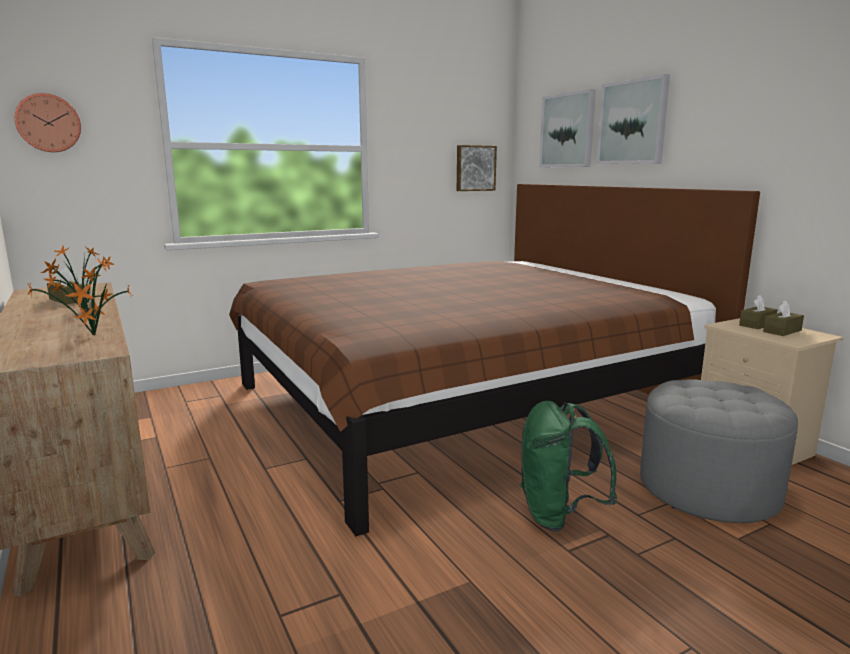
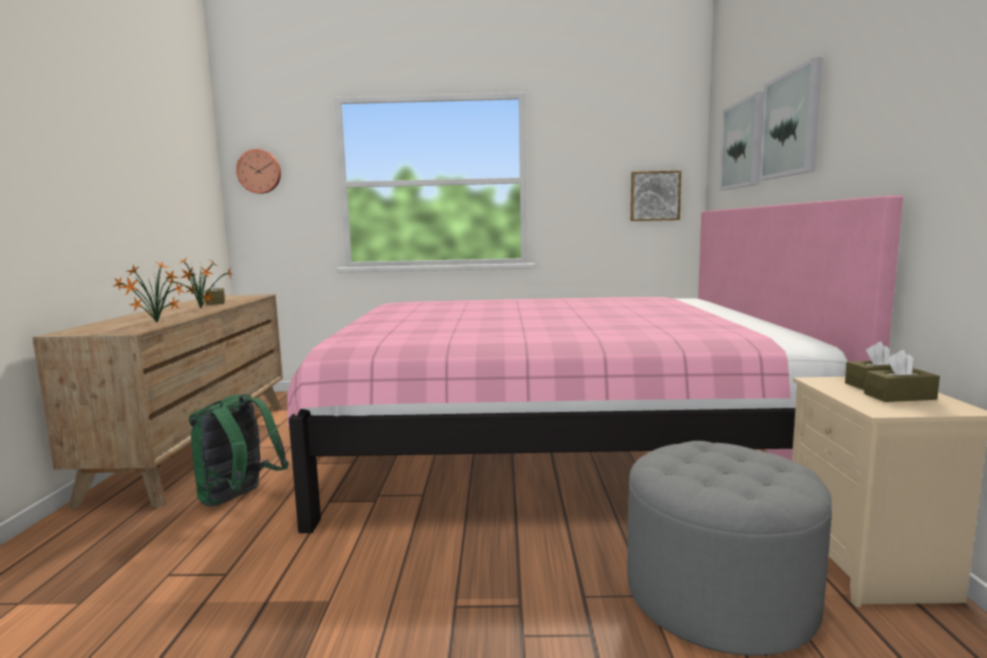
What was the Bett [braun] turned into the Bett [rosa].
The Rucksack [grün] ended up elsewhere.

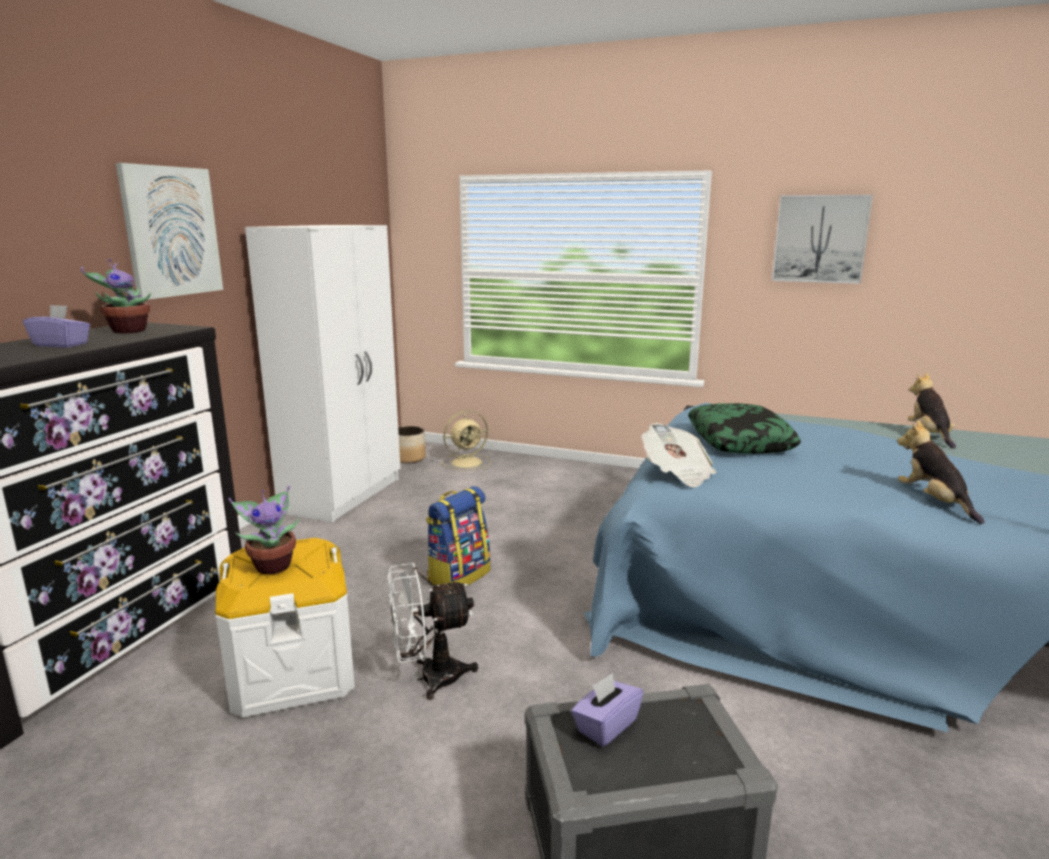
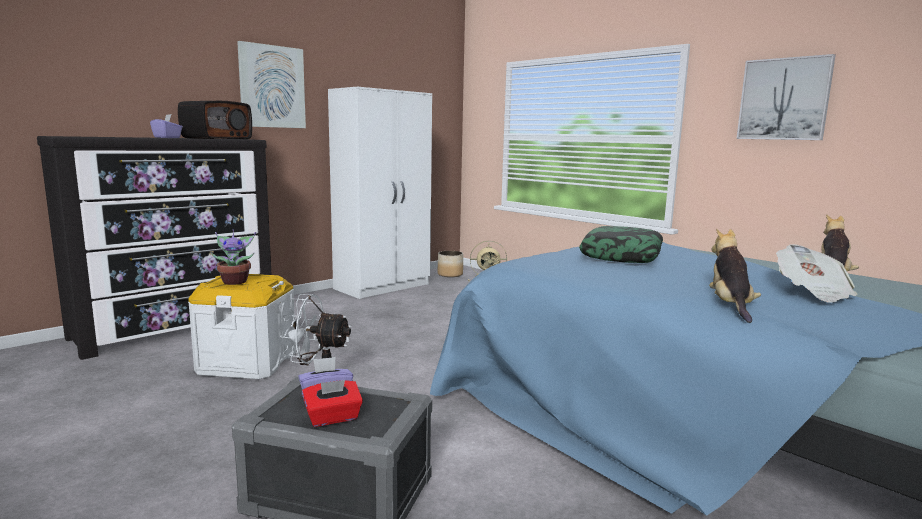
Where the Topfpflanze (no. 1 from left) stood, the Radio came to stand.
The Zeitung ended up elsewhere.
The second view lost the Rucksack.
The second view gained the Taschentuchbox [rot].

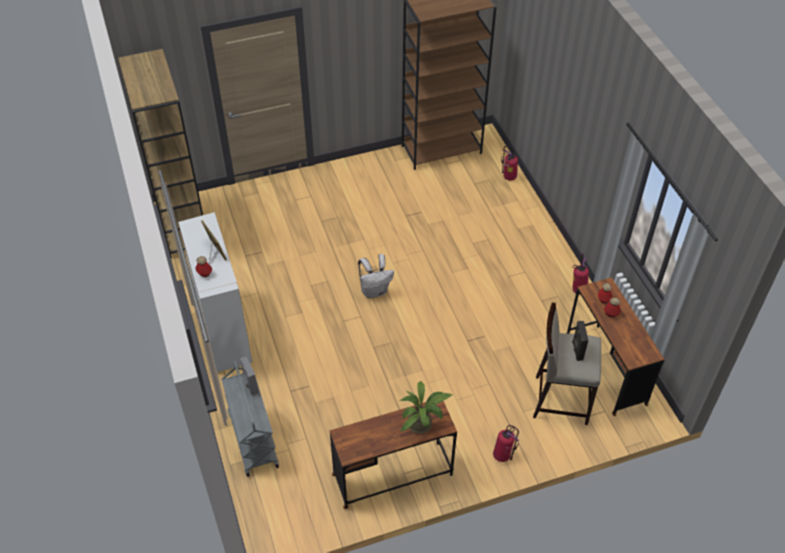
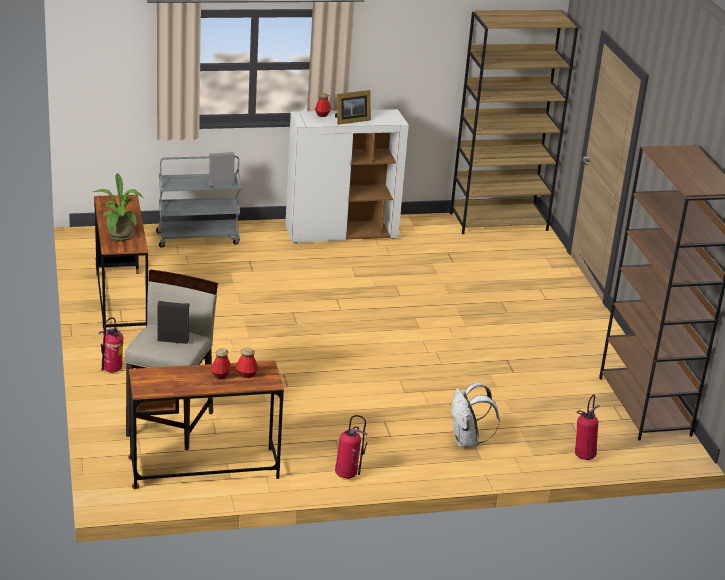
The Rucksack [weiß] ended up elsewhere.

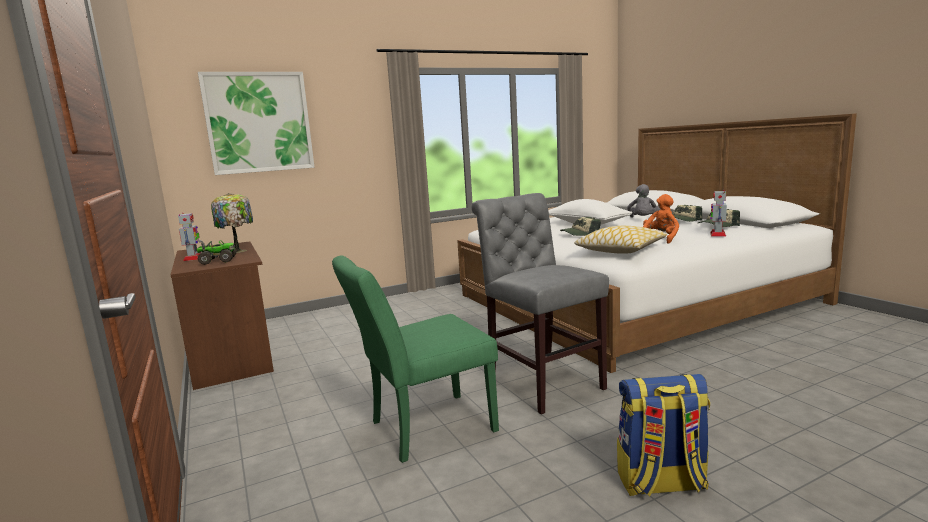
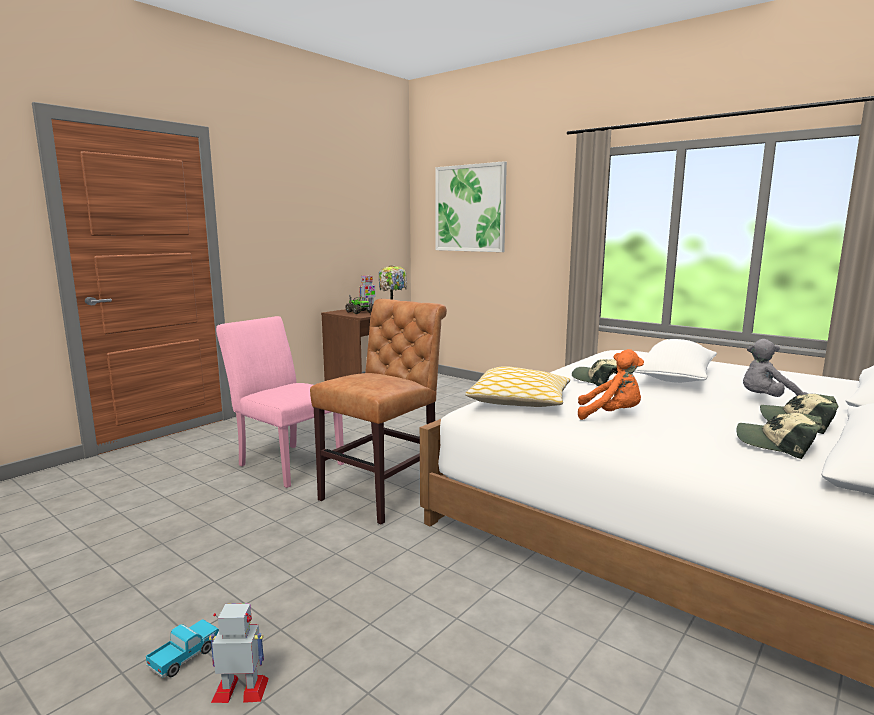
The Spielzeugroboter (no. 2 from left in the first image) ended up elsewhere.
What was the Stuhl [grau] turned into the Stuhl [braun].
What was the Stuhl [grün] turned into the Stuhl [rosa].
The second view lost the Rucksack.
The second view gained the Spielzeuglaster (no. 1 from left).

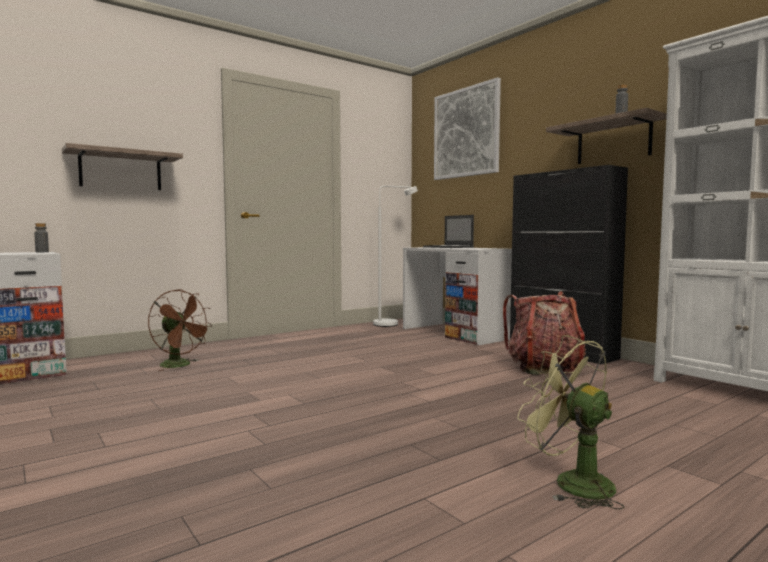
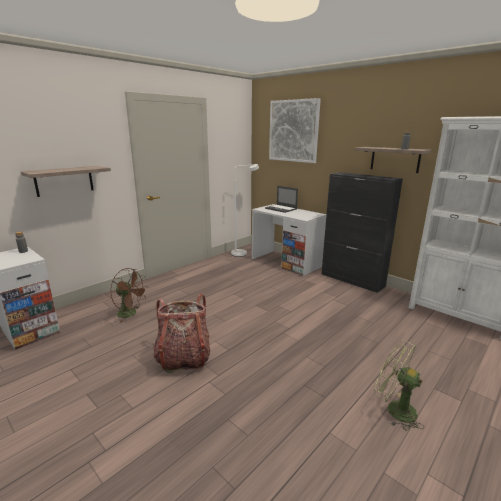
The Rucksack ended up elsewhere.

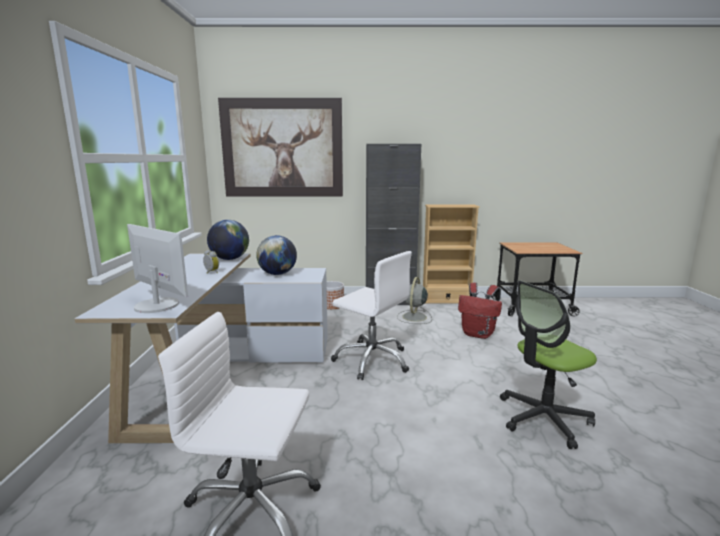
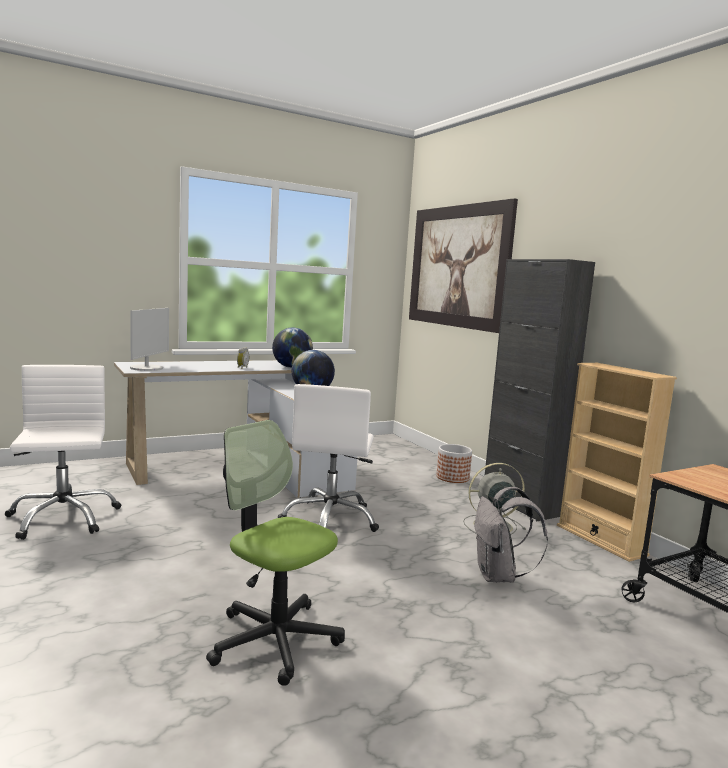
What was the Rucksack [rot] turned into the Rucksack [grau].

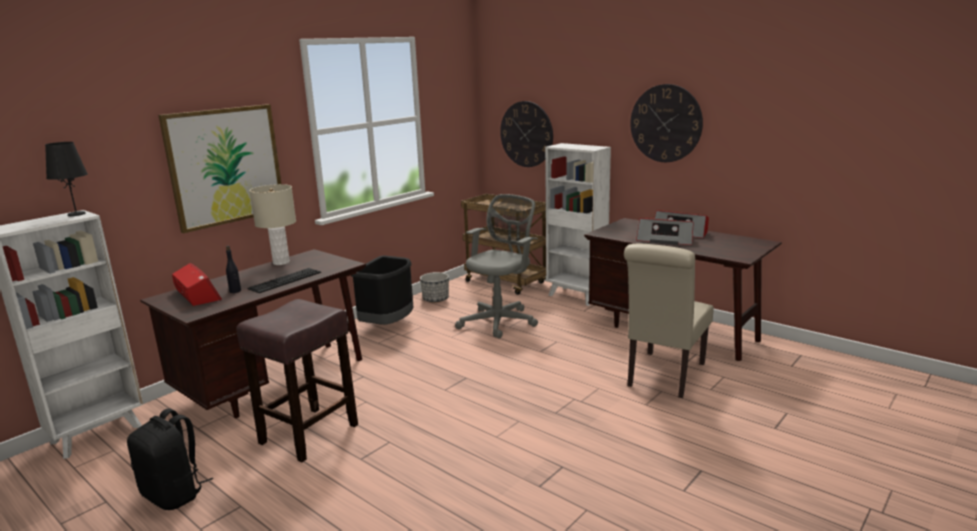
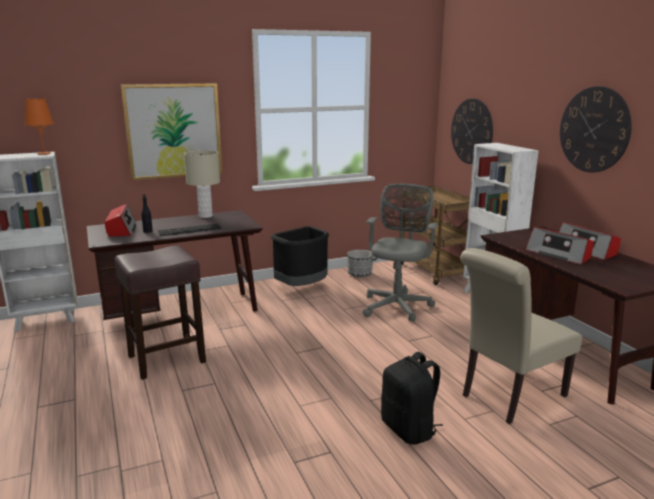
What was the Tischlampe [schwarz] turned into the Tischlampe [orange].
The Bürostuhl [grau] ended up facing another way, 45 degrees counterclockwise from before.
The Rucksack [schwarz] ended up elsewhere.

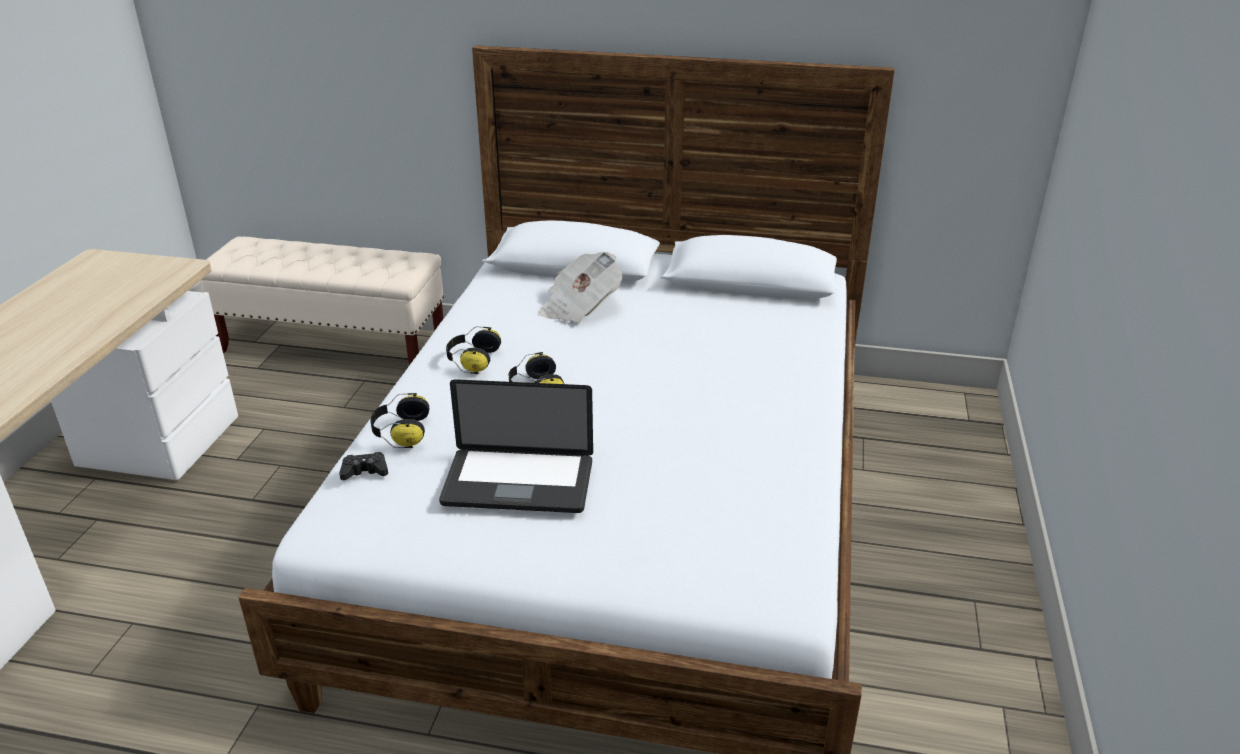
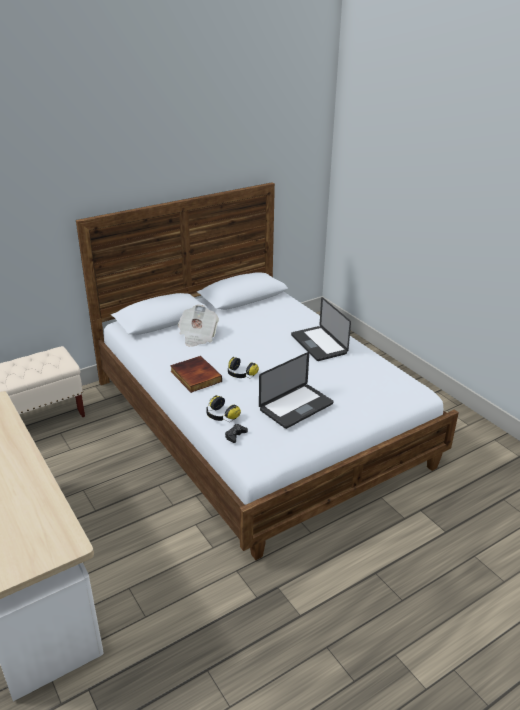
Where the Kopfhörer (no. 2 from left) stood, the Buch came to stand.
The second view gained the Laptop (no. 2 from left).

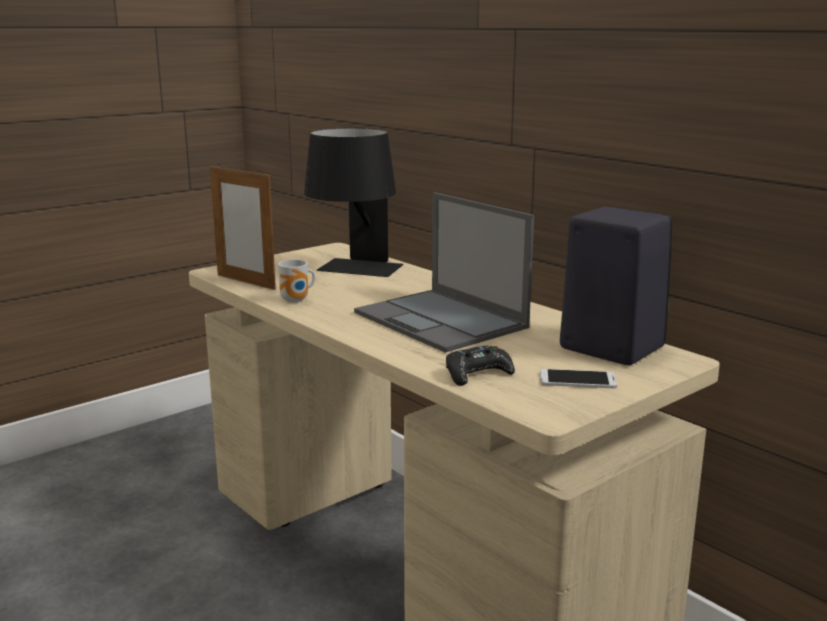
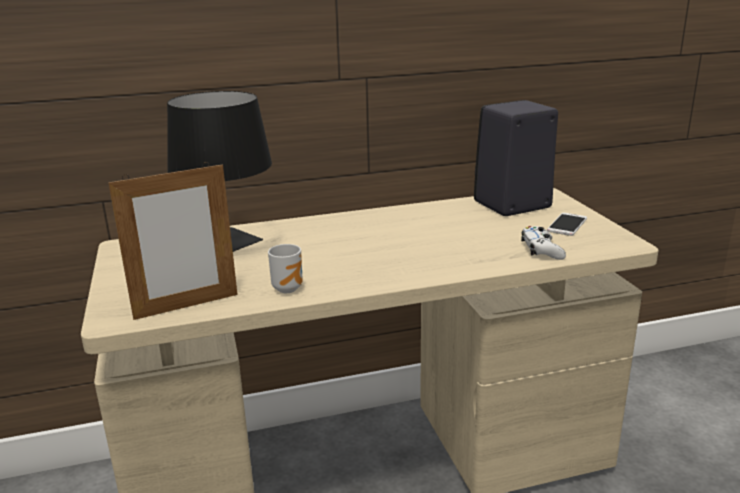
The second view lost the Laptop.
What was the Gamepad [schwarz] turned into the Gamepad [weiß].

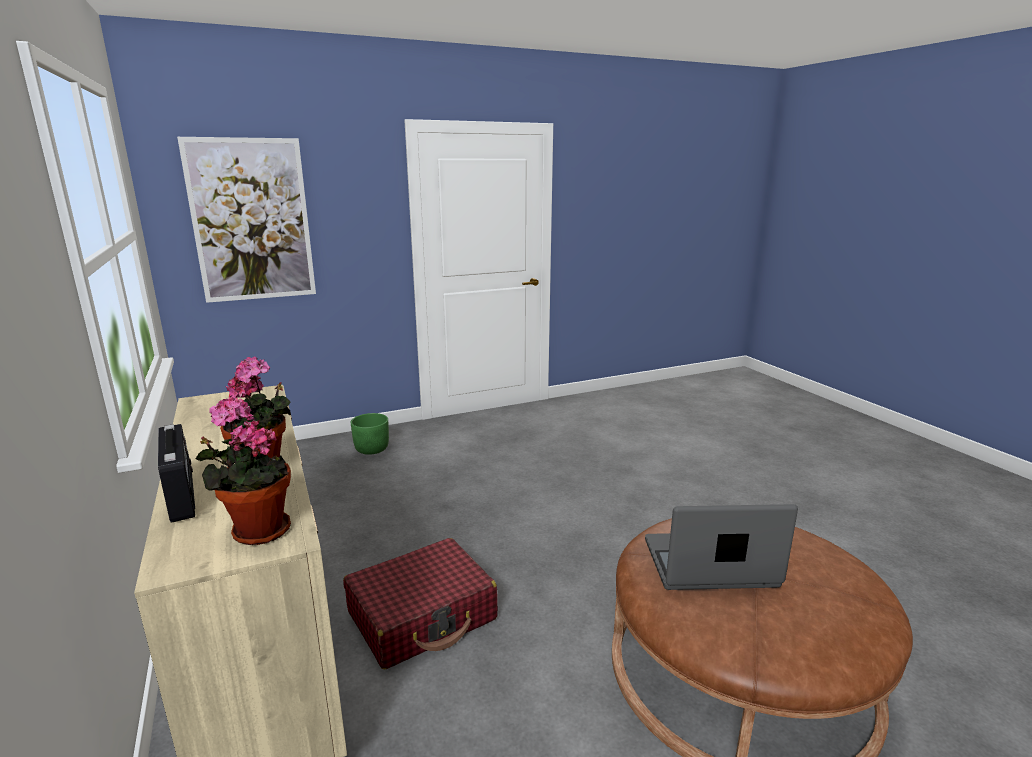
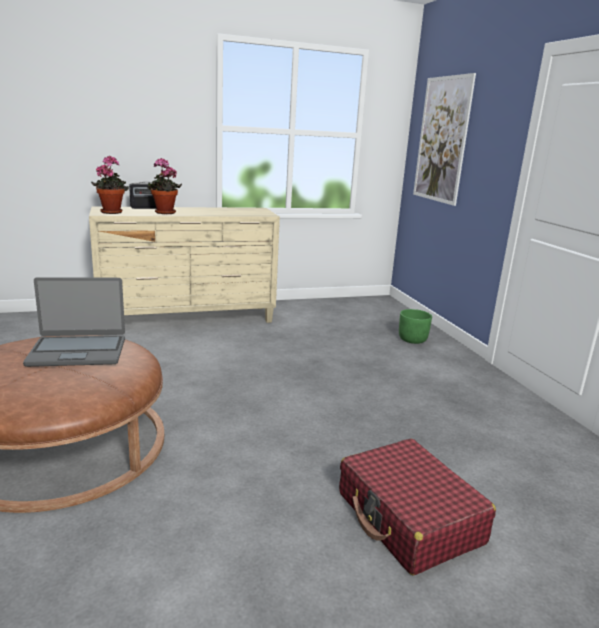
The Laptop ended up facing another way, 75 degrees clockwise from before.
The Koffer [rot] ended up elsewhere.

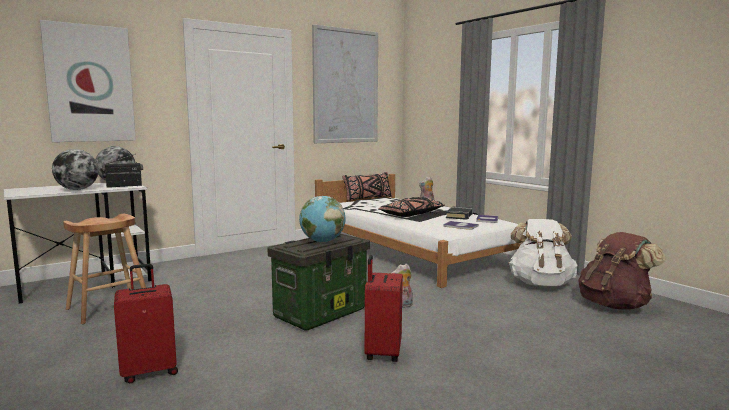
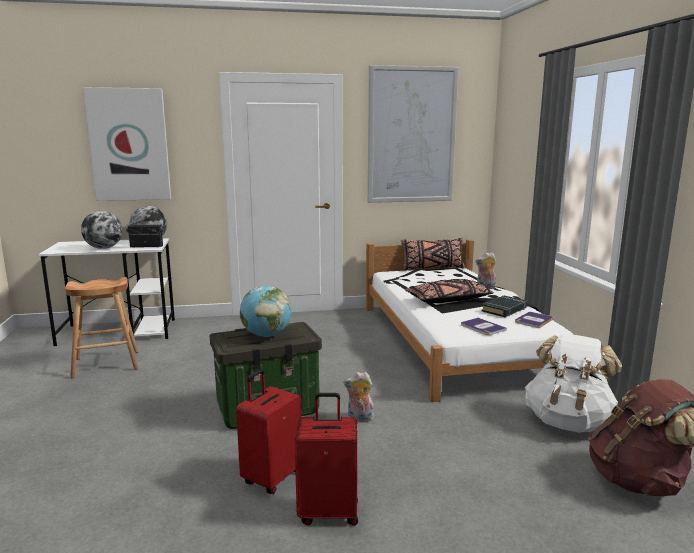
The Koffer [rot] (no. 1 from left in the first image) ended up elsewhere.

